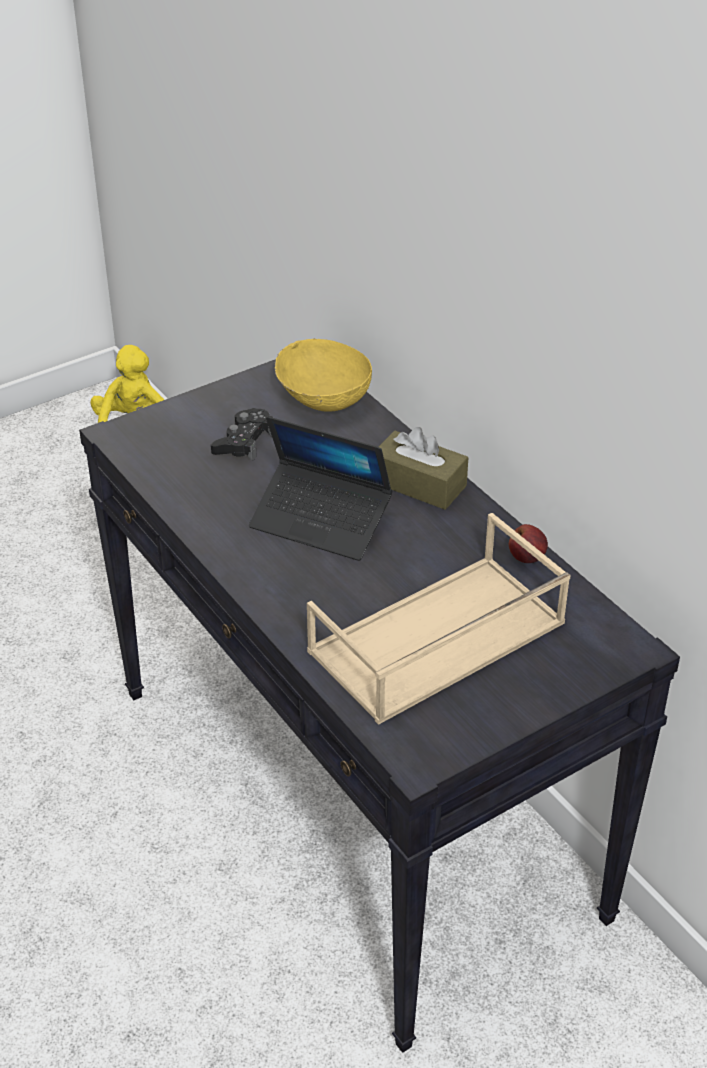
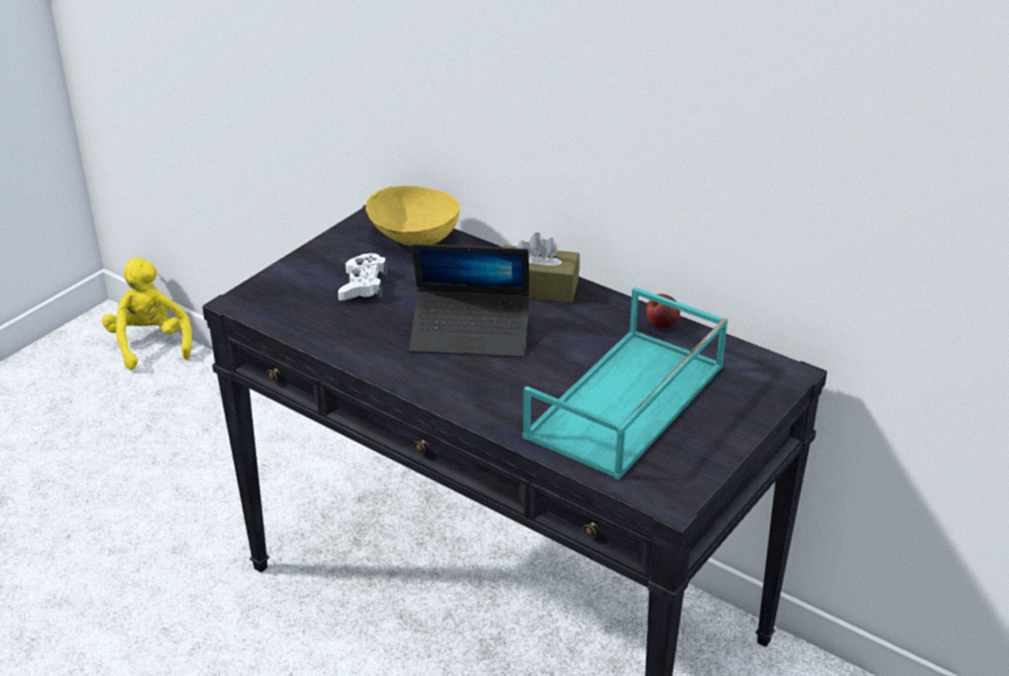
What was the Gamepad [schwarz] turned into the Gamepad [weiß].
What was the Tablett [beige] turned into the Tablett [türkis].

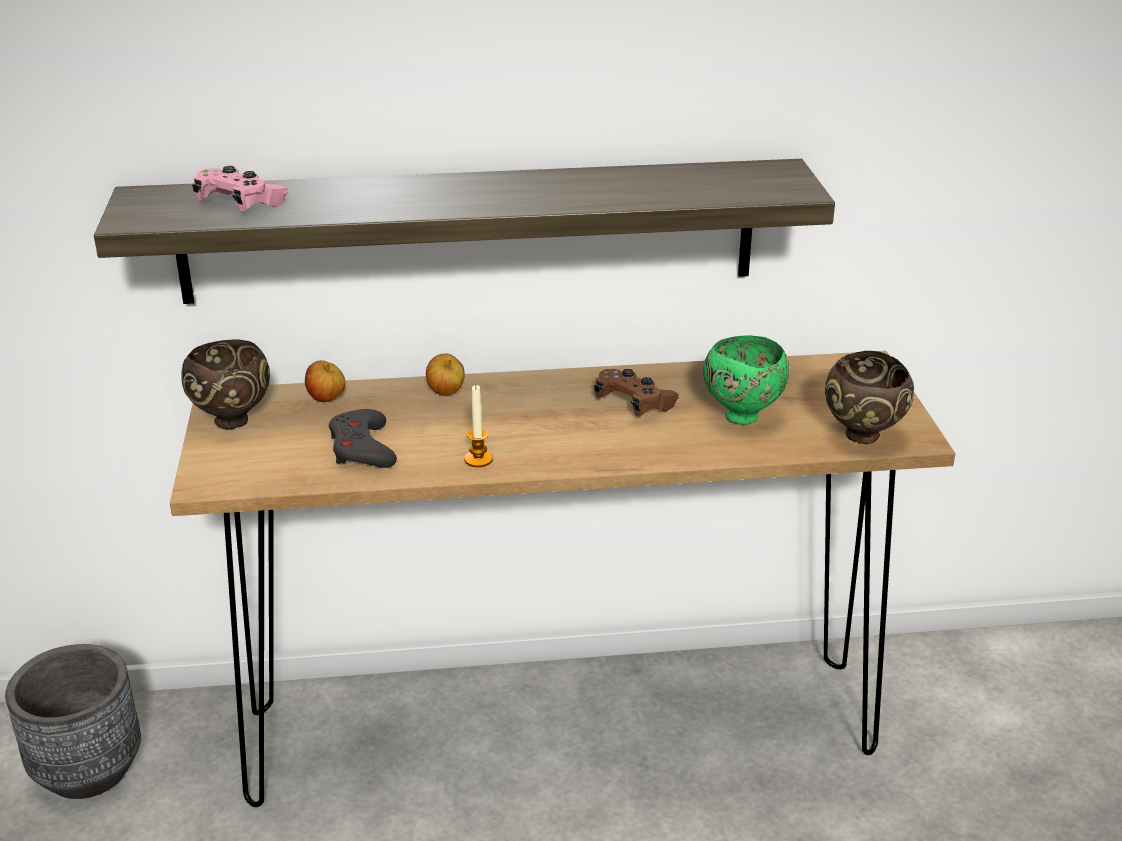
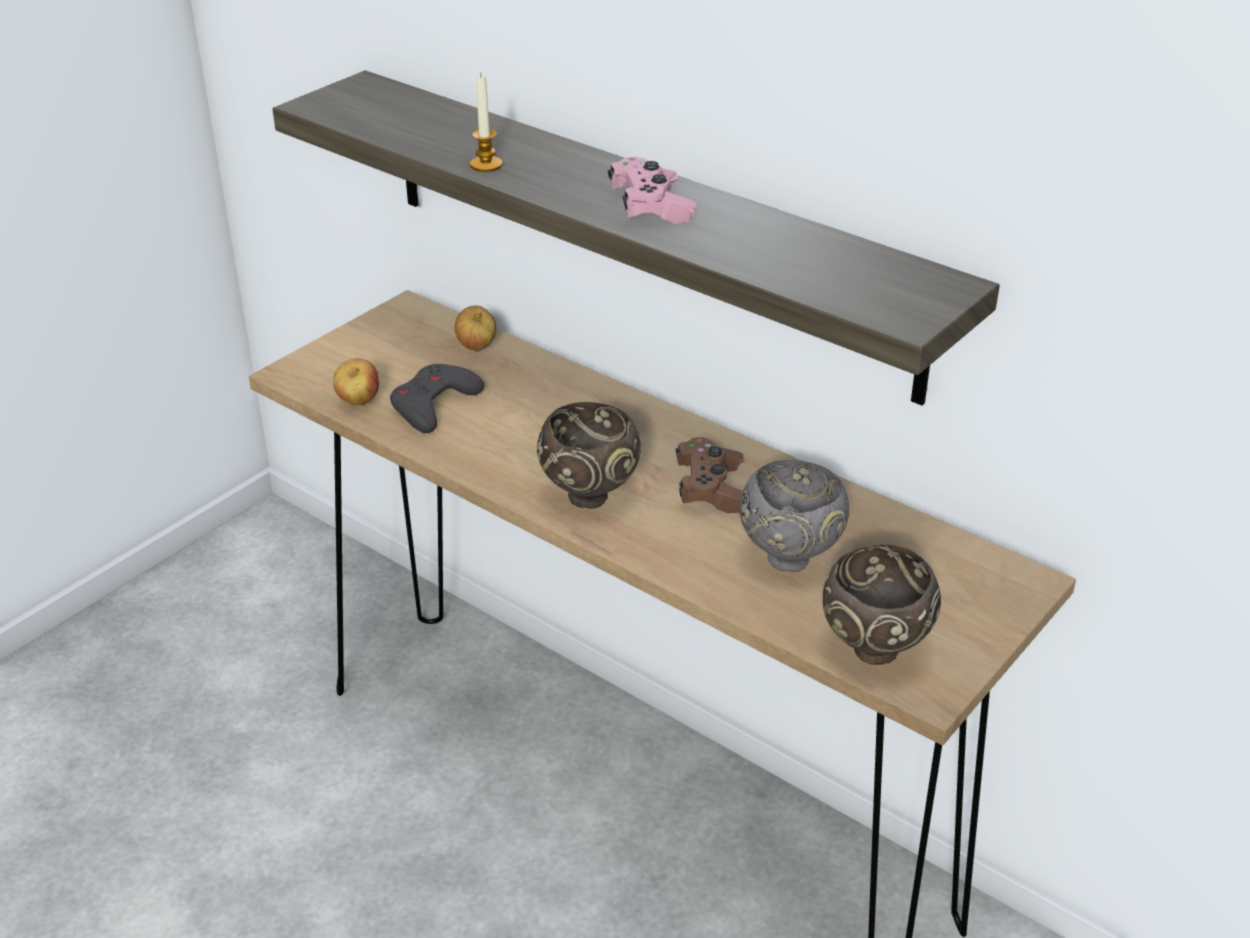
The Gamepad [rosa] ended up elsewhere.
What was the Schüssel [grün] turned into the Schüssel [grau].
The Schüssel [braun] (no. 1 from left) ended up elsewhere.
The Apfel (no. 2 from left in the first image) ended up elsewhere.
The Kerze ended up elsewhere.
The second view lost the Pflanzkübel [grau].

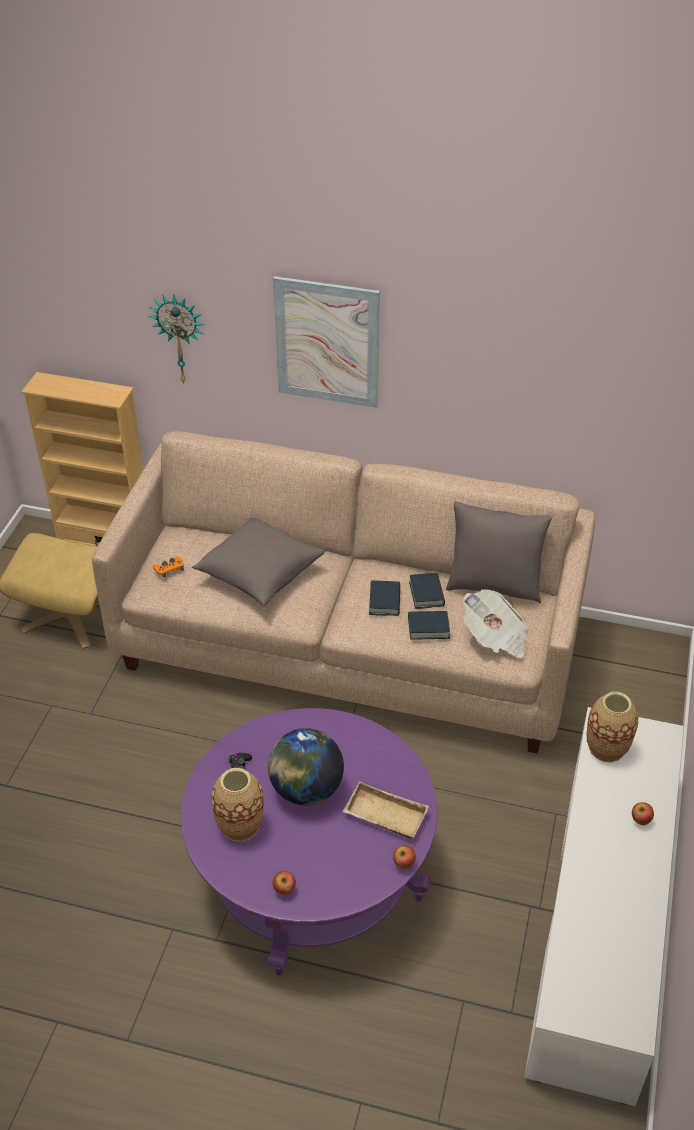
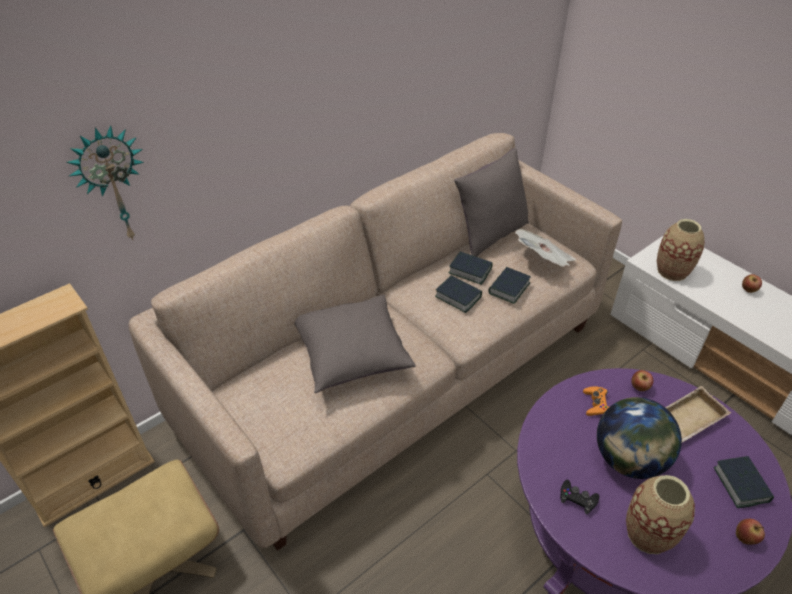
The second view lost the Bild.
The Gamepad [orange] ended up elsewhere.
The Apfel (no. 2 from left in the first image) ended up elsewhere.
The second view gained the Buch (no. 4 from left).

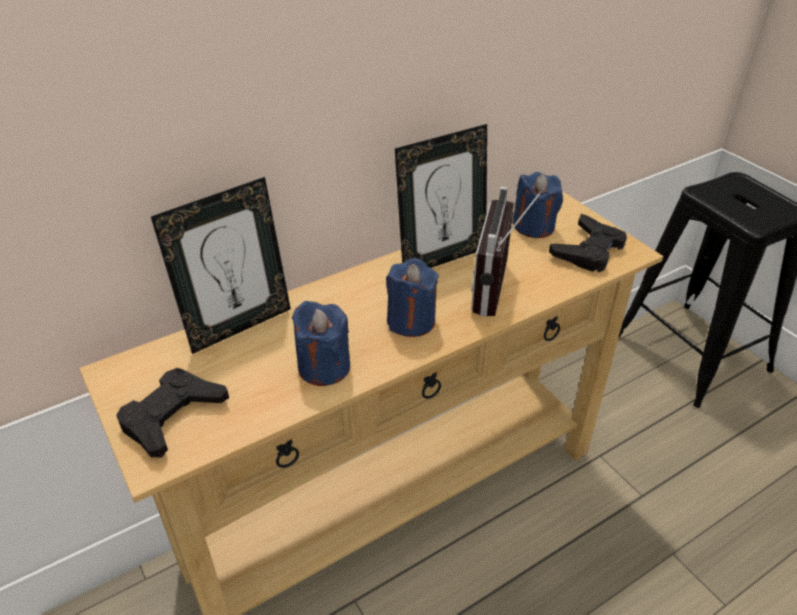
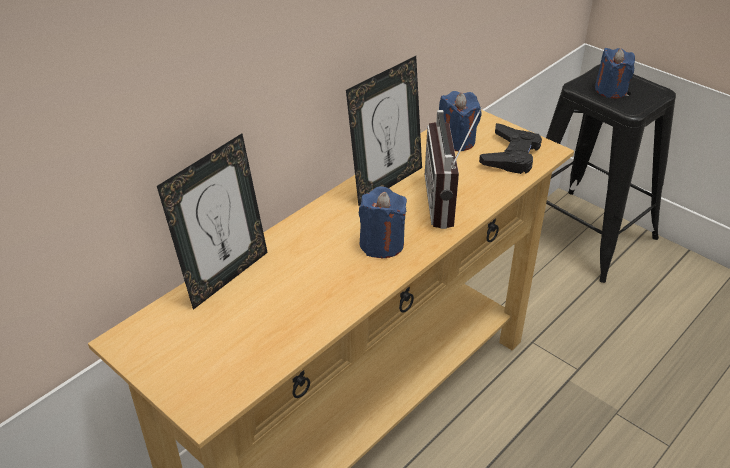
The Kerze [blau] (no. 1 from left in the first image) ended up elsewhere.
The second view lost the Gamepad [schwarz] (no. 1 from left).

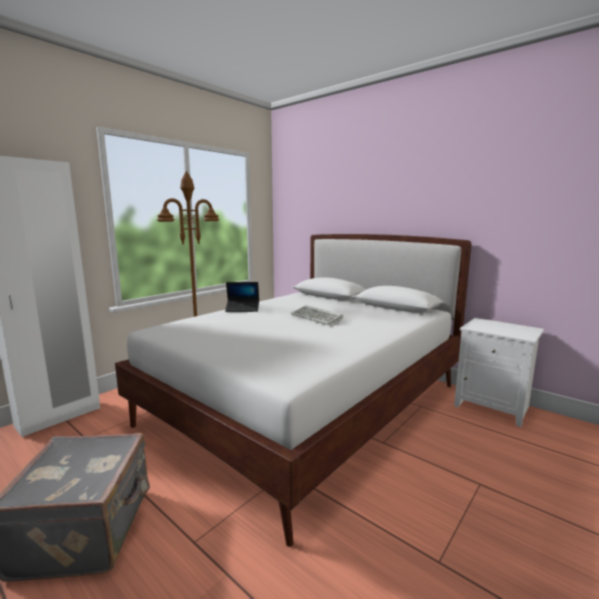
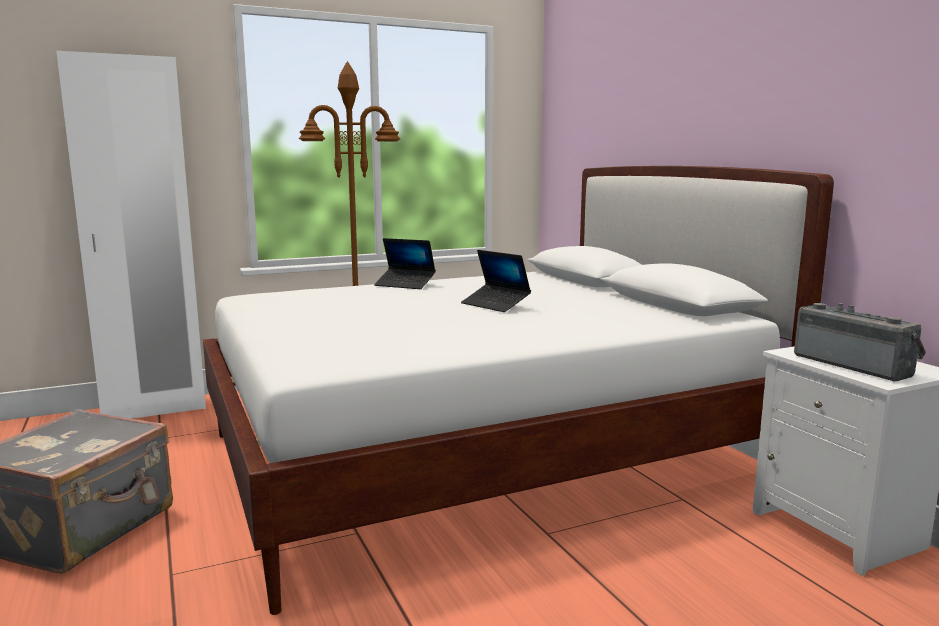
Where the Tastatur stood, the Laptop (no. 2 from left) came to stand.
The second view gained the Radio.

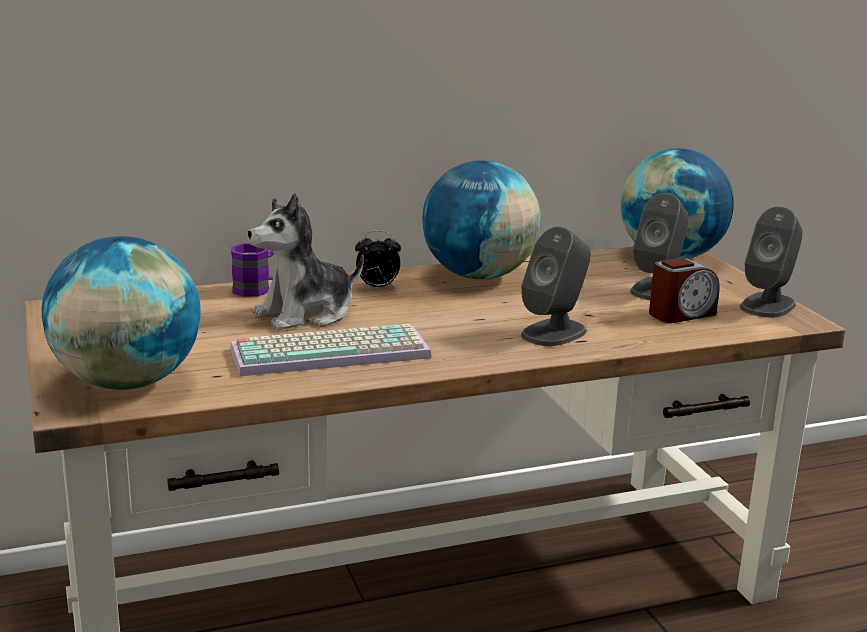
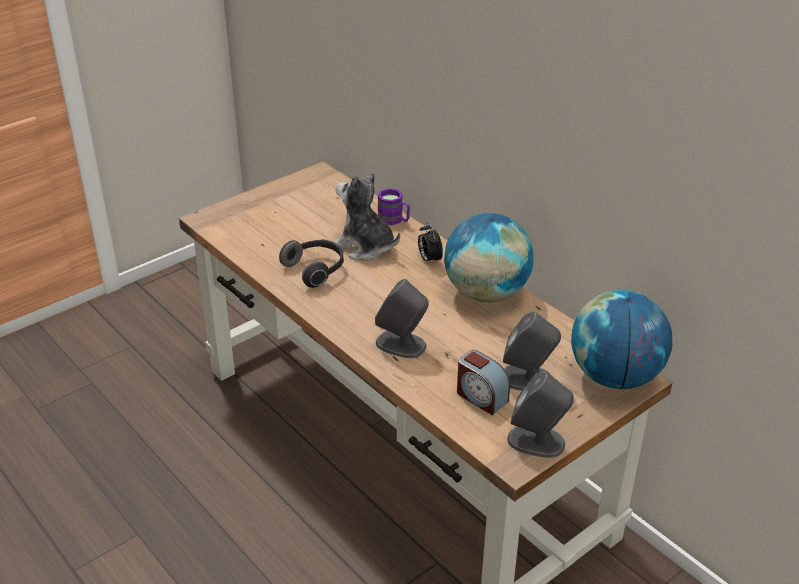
The second view lost the Globus (no. 1 from left).
Where the Tastatur stood, the Kopfhörer came to stand.

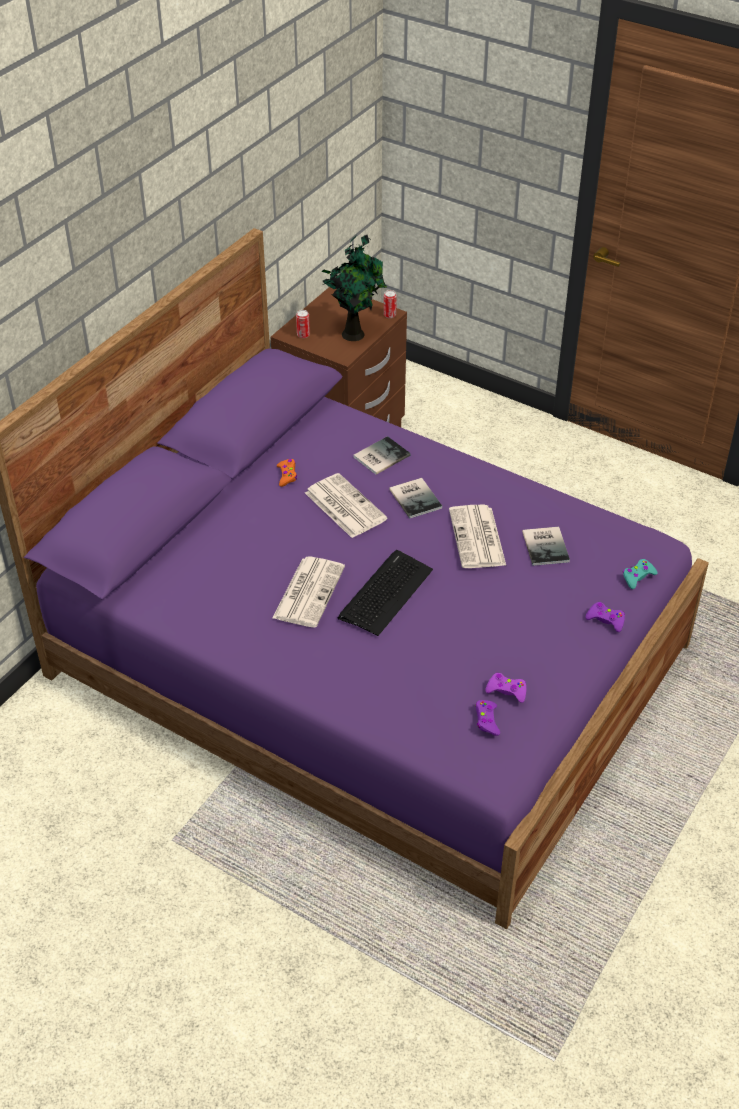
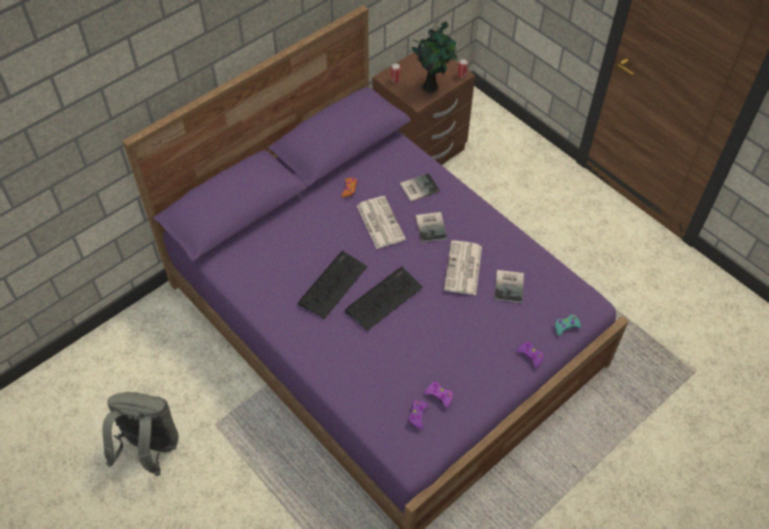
Where the Zeitung (no. 1 from left) stood, the Tastatur (no. 1 from left) came to stand.
The second view gained the Rucksack [grau].

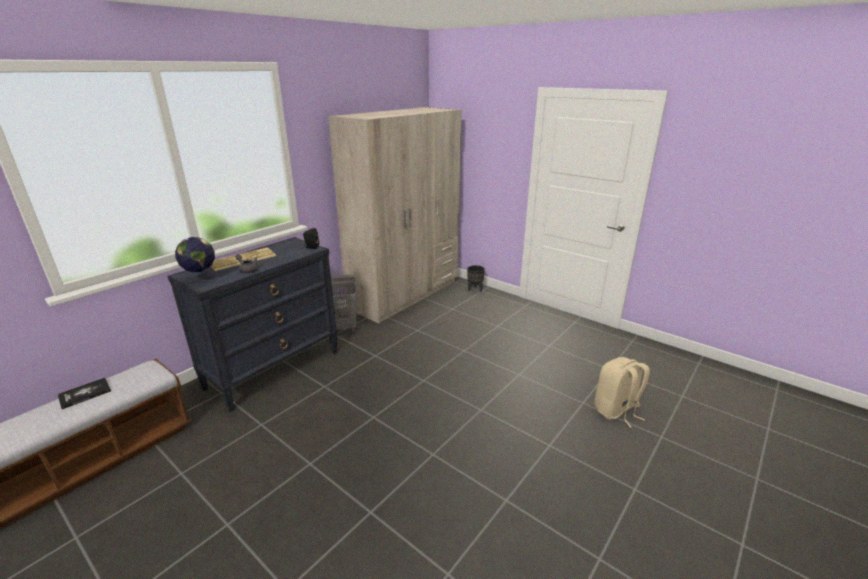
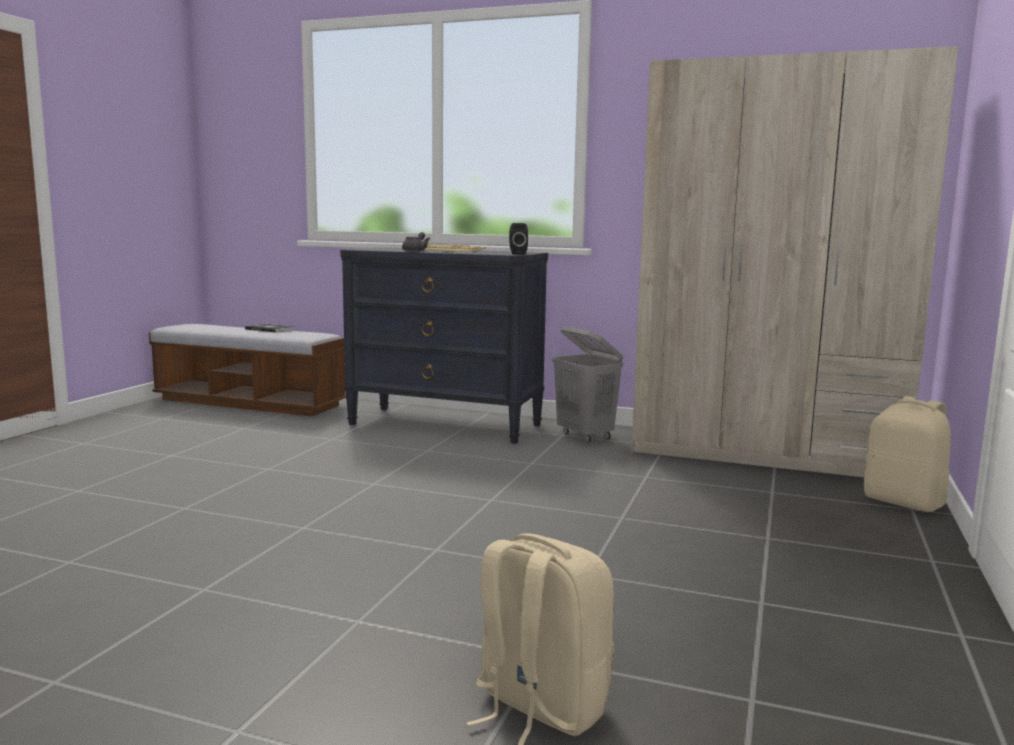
The second view lost the Globus.
Where the Pflanzkübel [schwarz] stood, the Rucksack [beige] (no. 2 from left) came to stand.

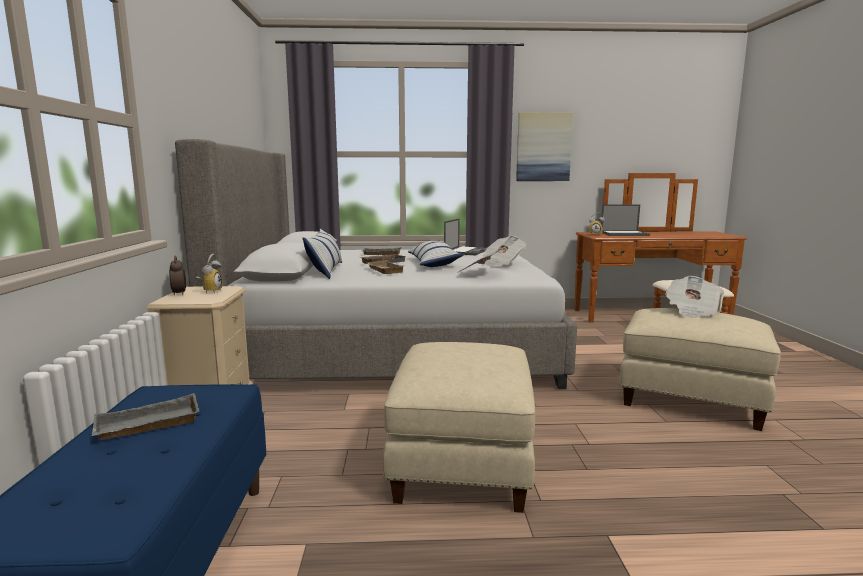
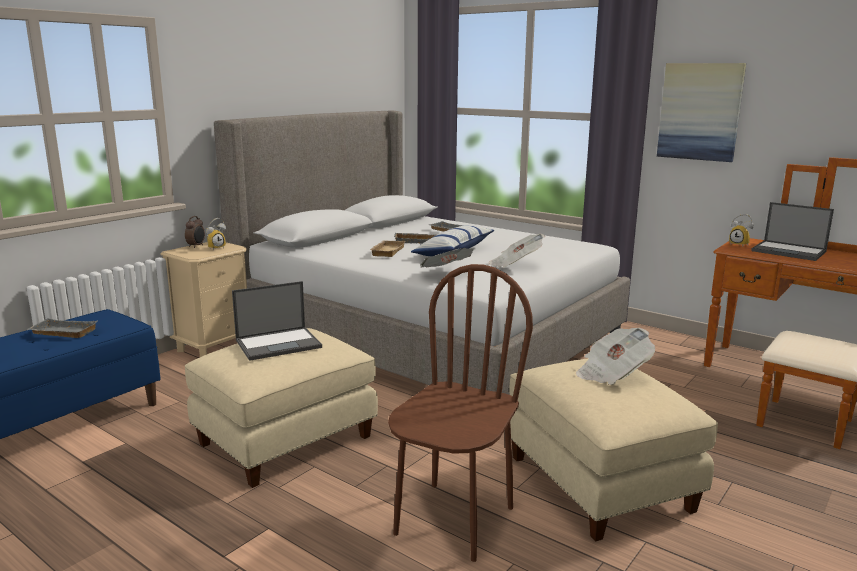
The Laptop (no. 1 from left) ended up elsewhere.
The second view lost the Kissen (no. 1 from left).
The second view gained the Stuhl [braun].

